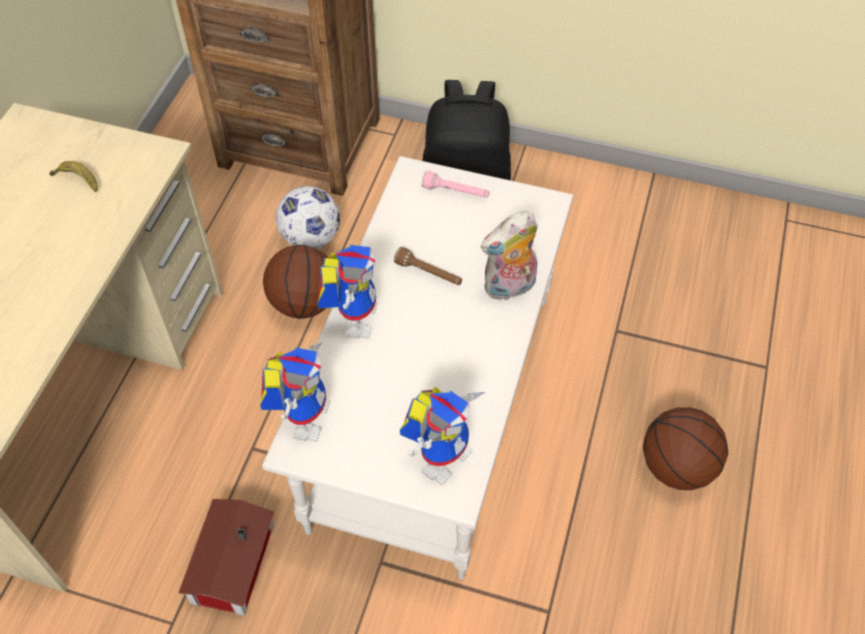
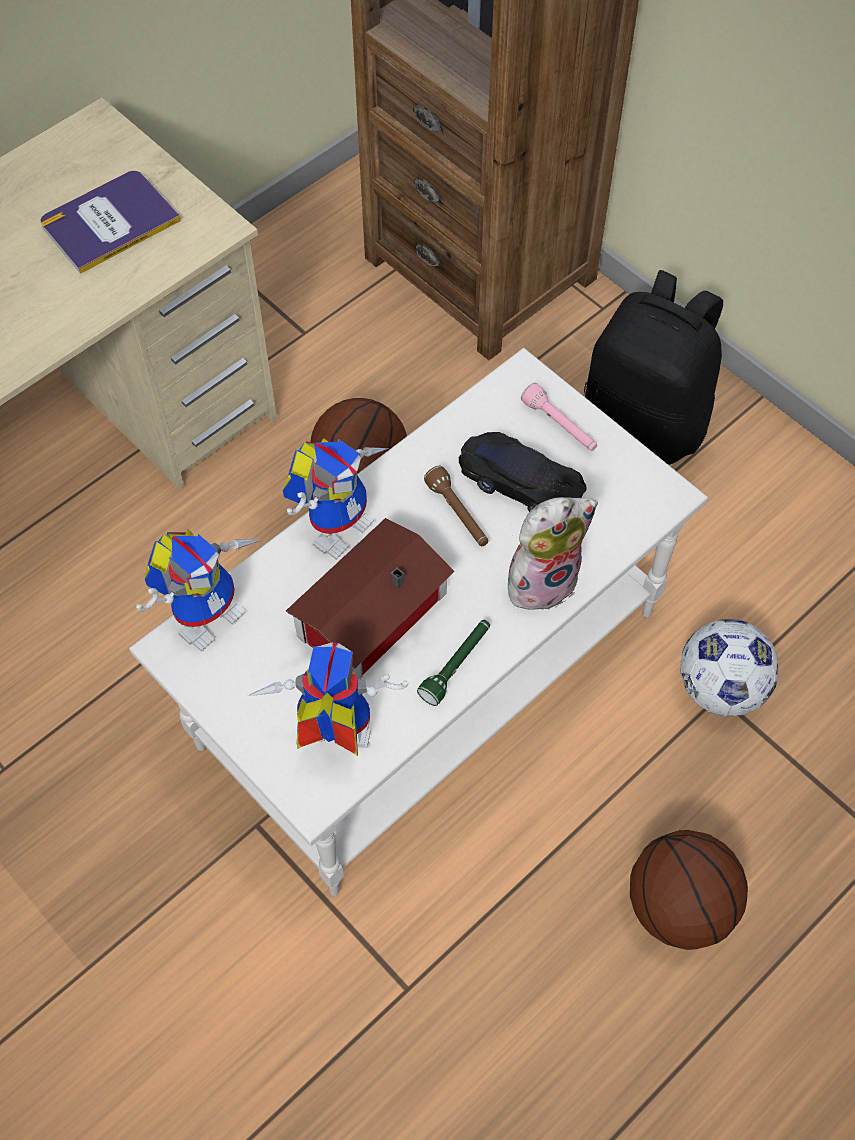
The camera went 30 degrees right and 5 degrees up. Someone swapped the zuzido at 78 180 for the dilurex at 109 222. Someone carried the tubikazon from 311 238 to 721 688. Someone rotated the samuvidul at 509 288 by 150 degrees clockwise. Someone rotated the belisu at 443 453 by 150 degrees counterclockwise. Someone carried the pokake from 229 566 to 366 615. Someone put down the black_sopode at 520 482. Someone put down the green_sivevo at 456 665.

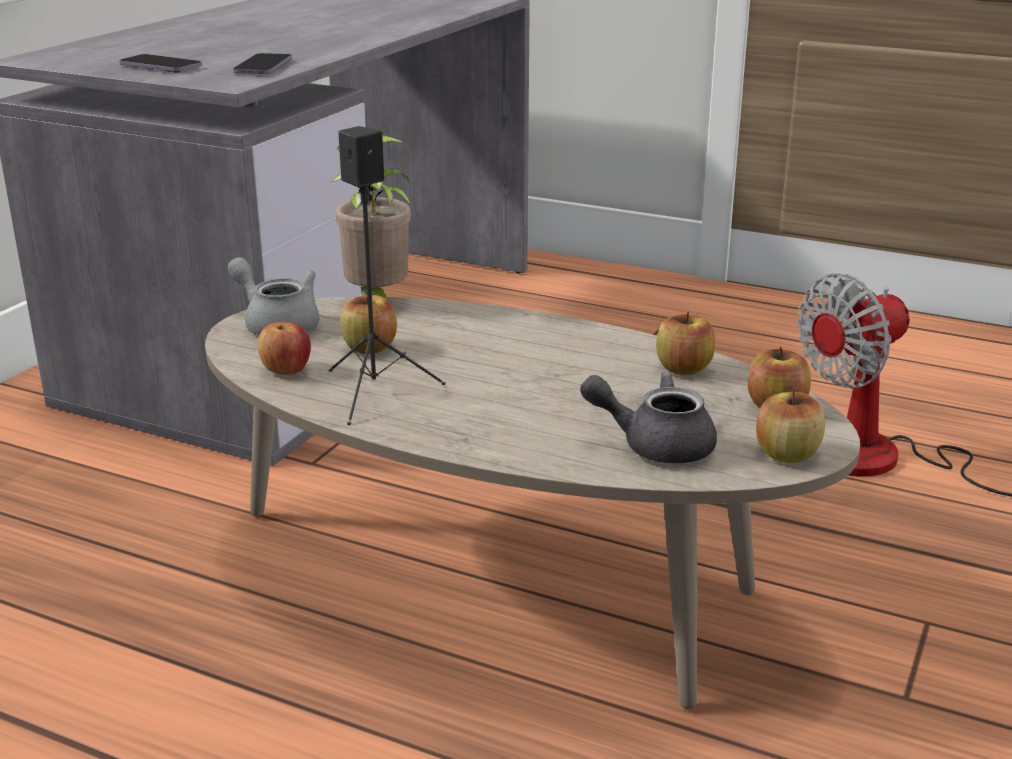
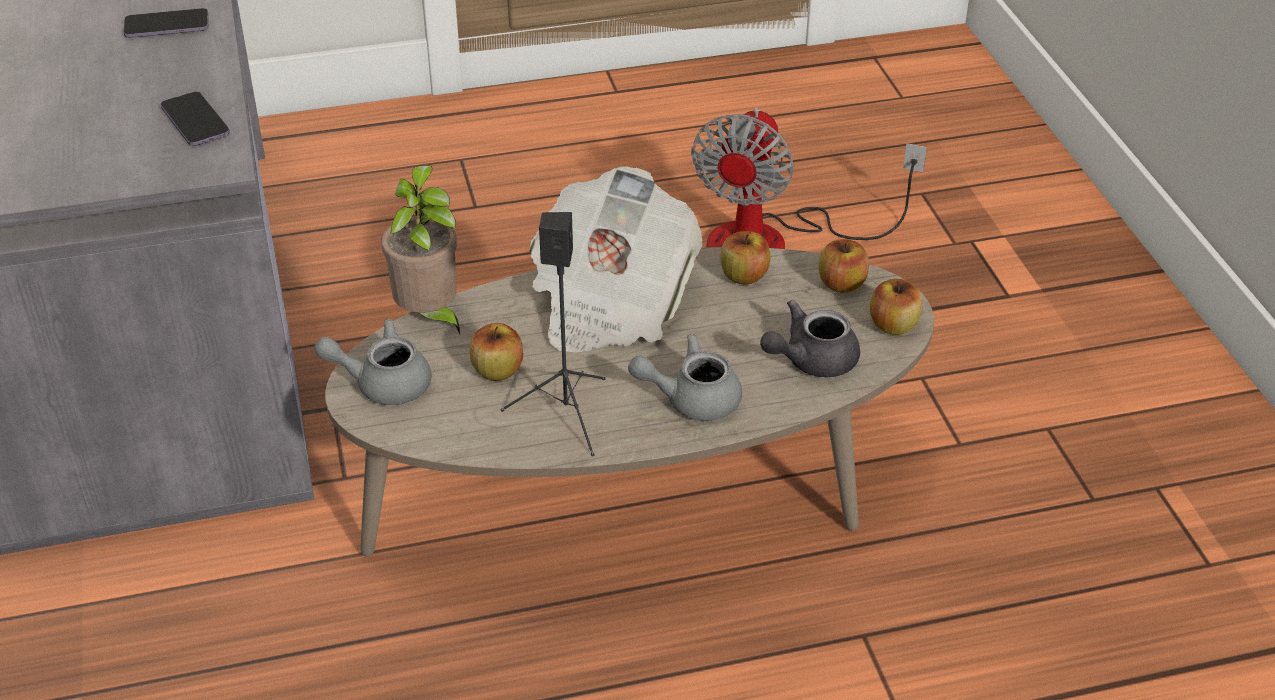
The camera went 40 degrees left and 15 degrees up. Someone carried the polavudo from 160 66 to 167 26. Someone took away the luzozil at 286 371. Someone put down the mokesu at 610 301. Someone put down the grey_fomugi at 691 399.

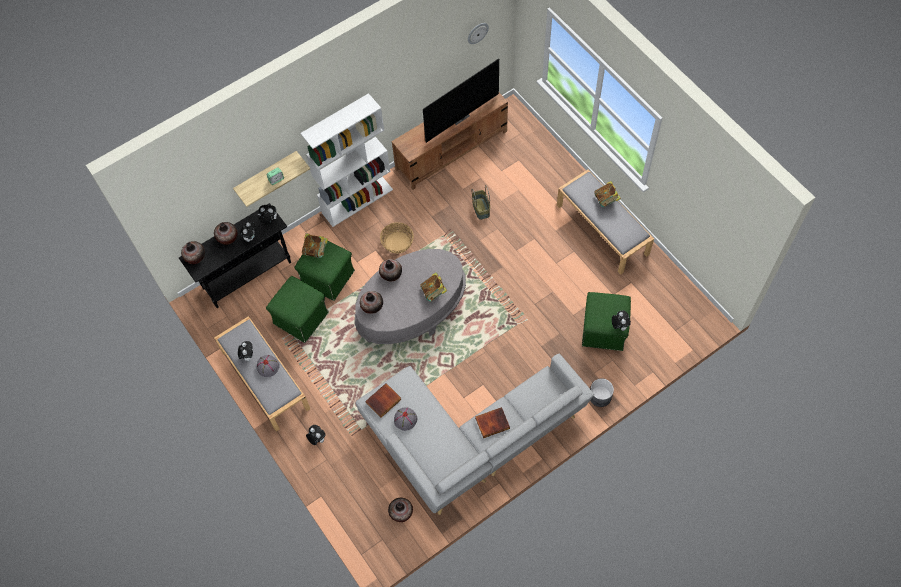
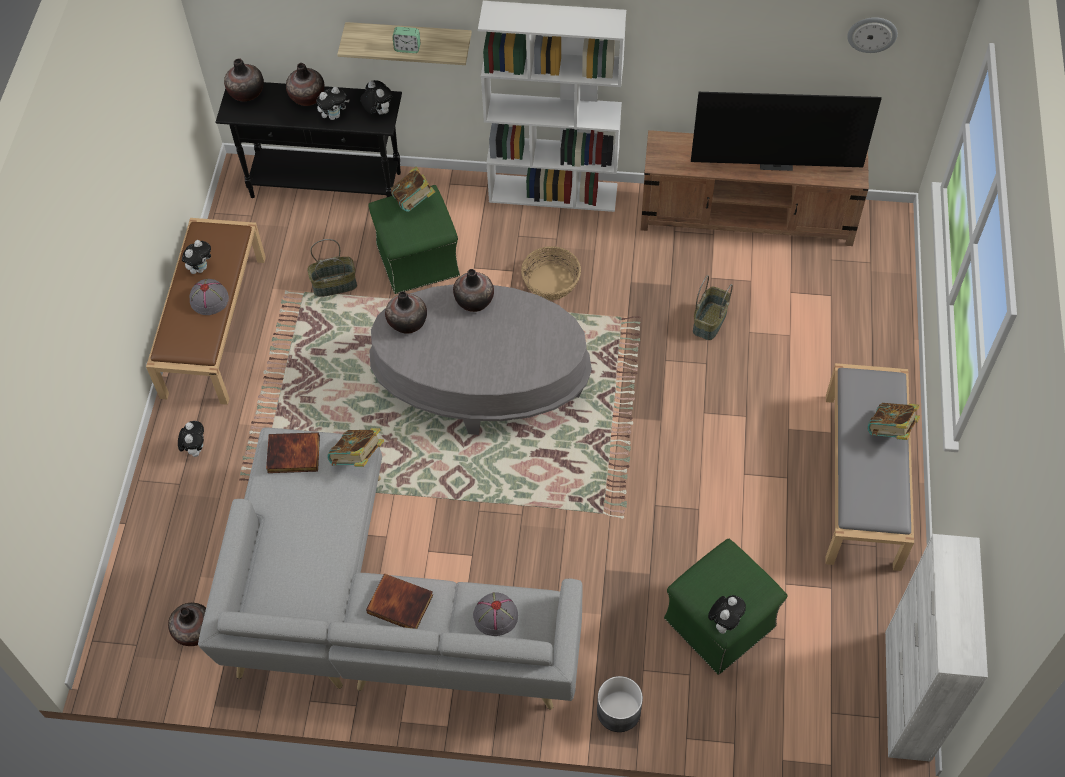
The camera went 40 degrees right and 5 degrees down. Someone carried the dilurex from 434 292 to 357 458. Someone swapped the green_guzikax at 301 317 for the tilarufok at 334 284. Someone repainted the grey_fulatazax at 264 379, which became the brown_fulatazax at 214 324. Someone carried the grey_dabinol from 405 419 to 495 616. Someone put down the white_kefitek at 907 696.

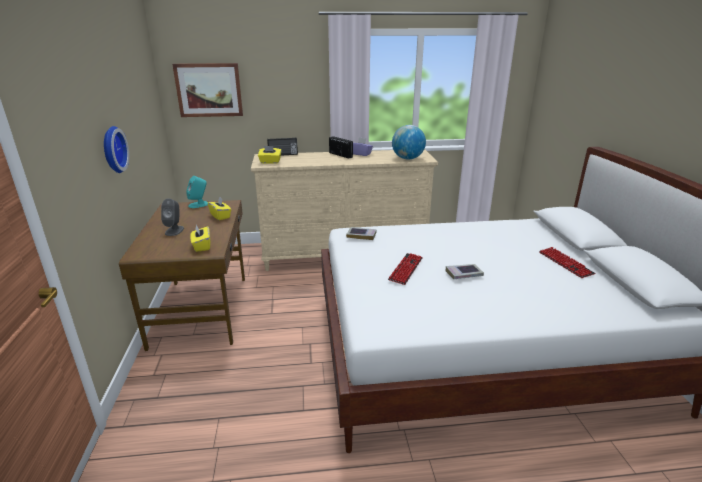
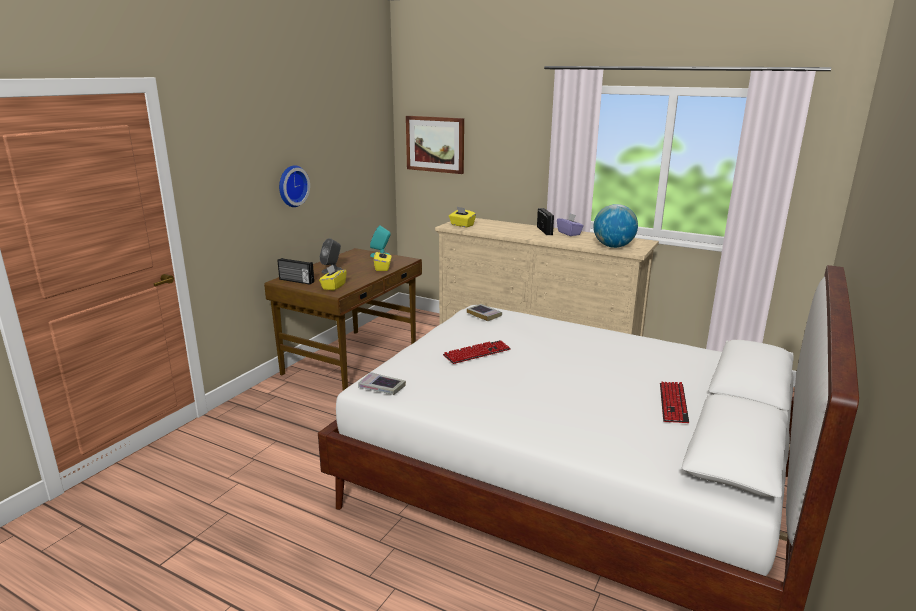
The camera went 35 degrees right and 5 degrees down. Someone carried the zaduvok from 283 154 to 296 281. Someone carried the dilurex from 464 274 to 382 387.

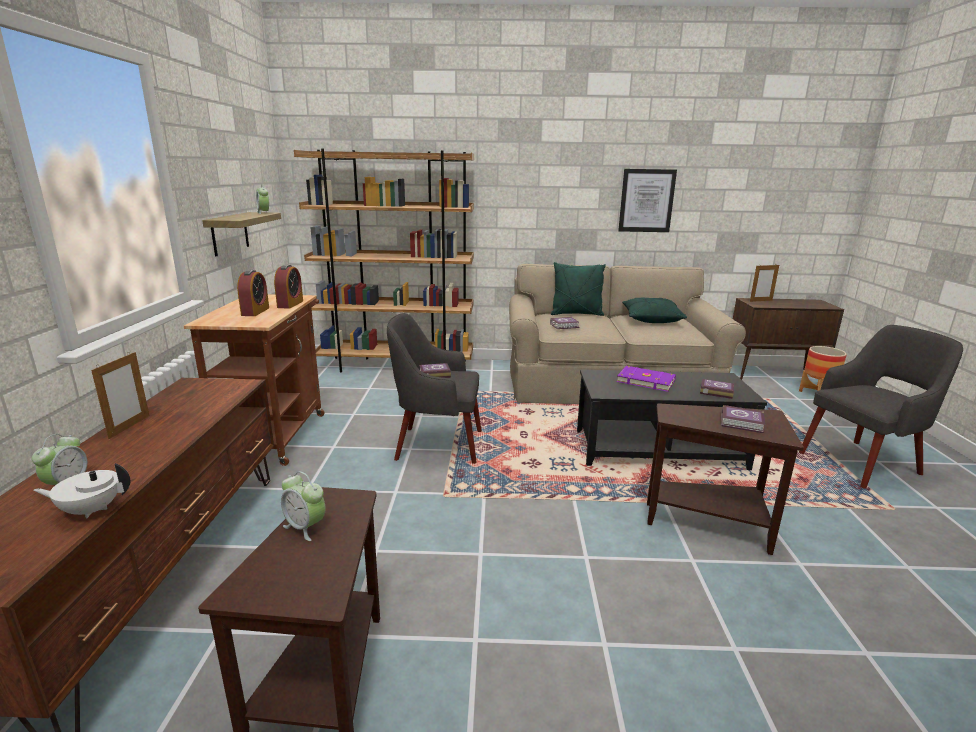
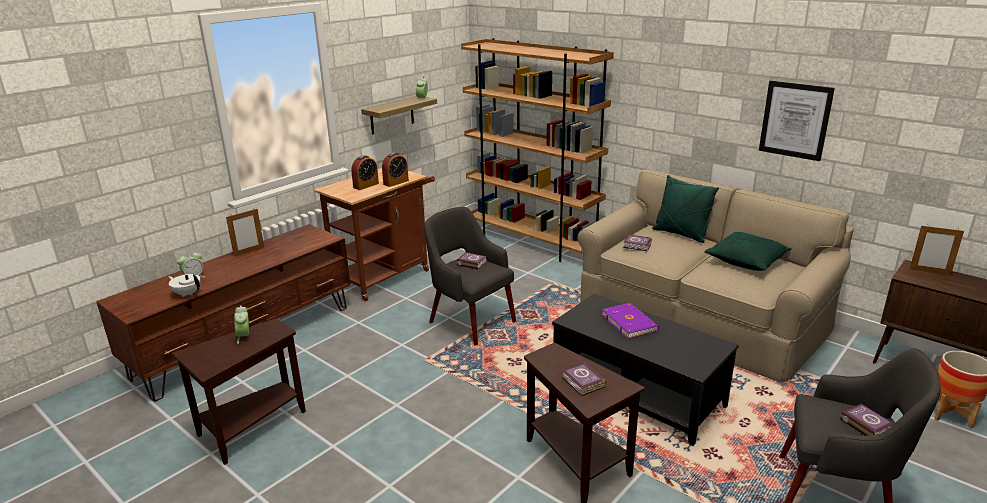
The camera went 40 degrees right and 5 degrees up. Someone carried the dilurex from 715 391 to 865 424.

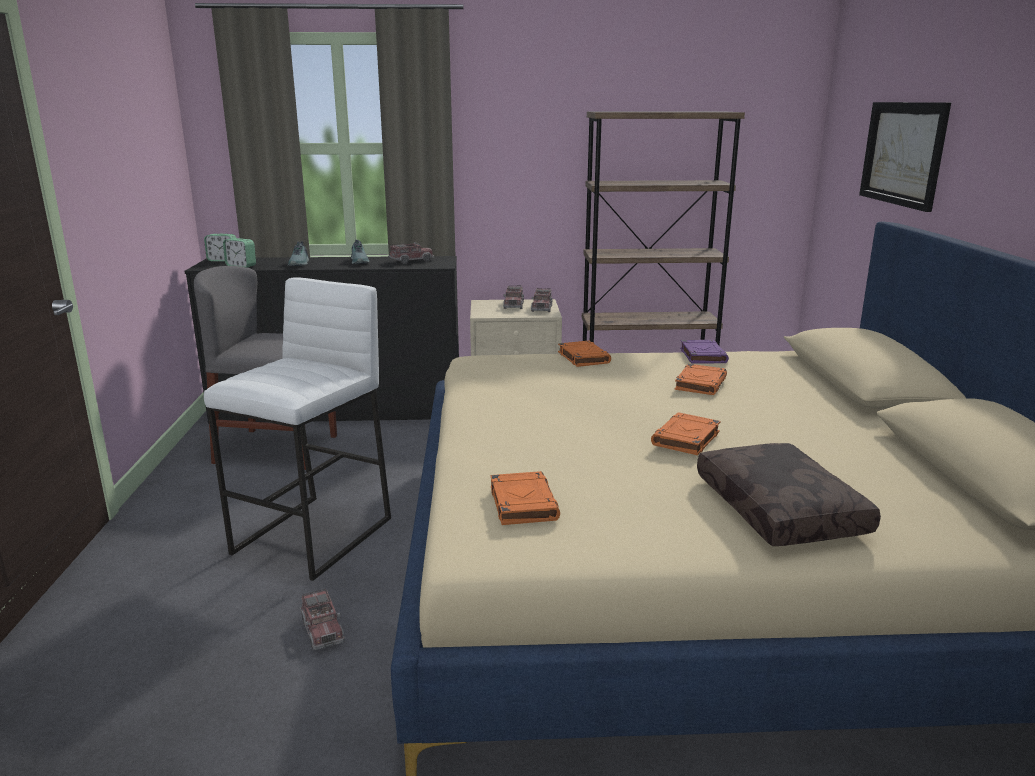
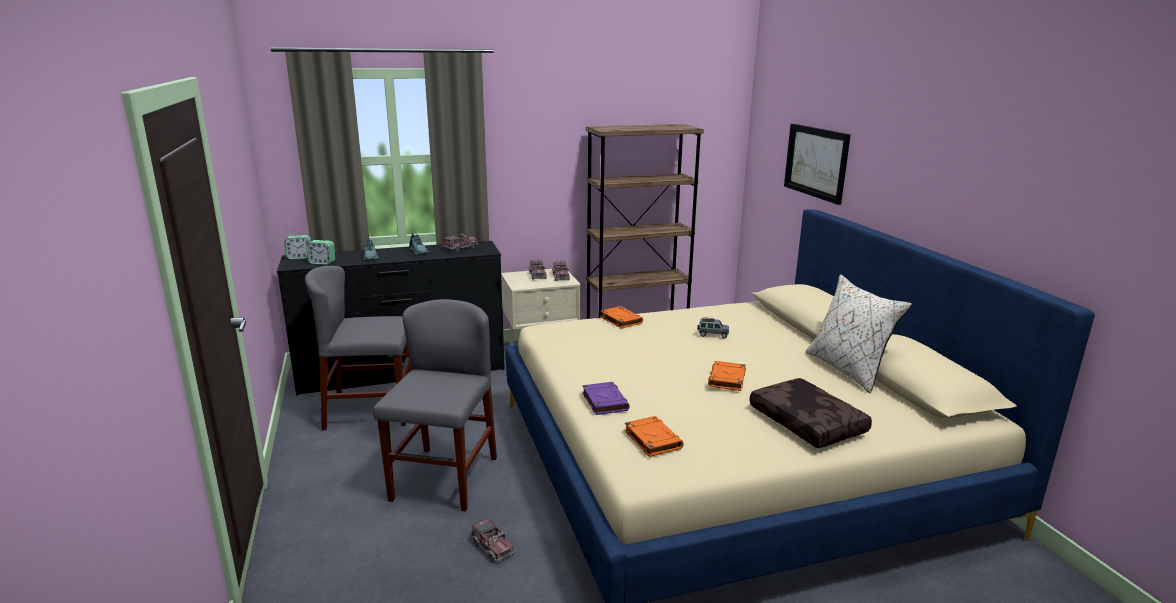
The camera went 15 degrees left and 0 degrees up. Someone swapped the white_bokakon at 314 536 for the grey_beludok at 444 478. Someone carried the purple_dilurex from 702 355 to 604 401. Someone swapped the orange_dilurex at 700 383 for the grey_sopode at 712 335. Someone put down the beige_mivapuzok at 848 370.

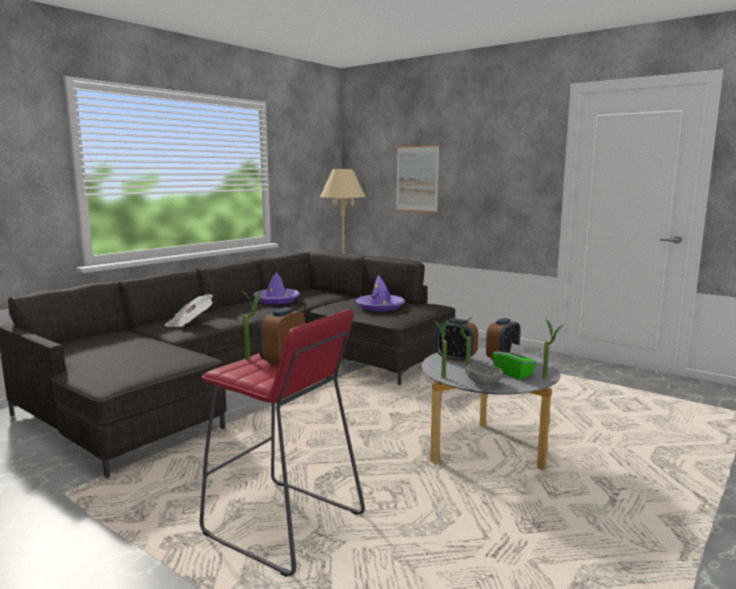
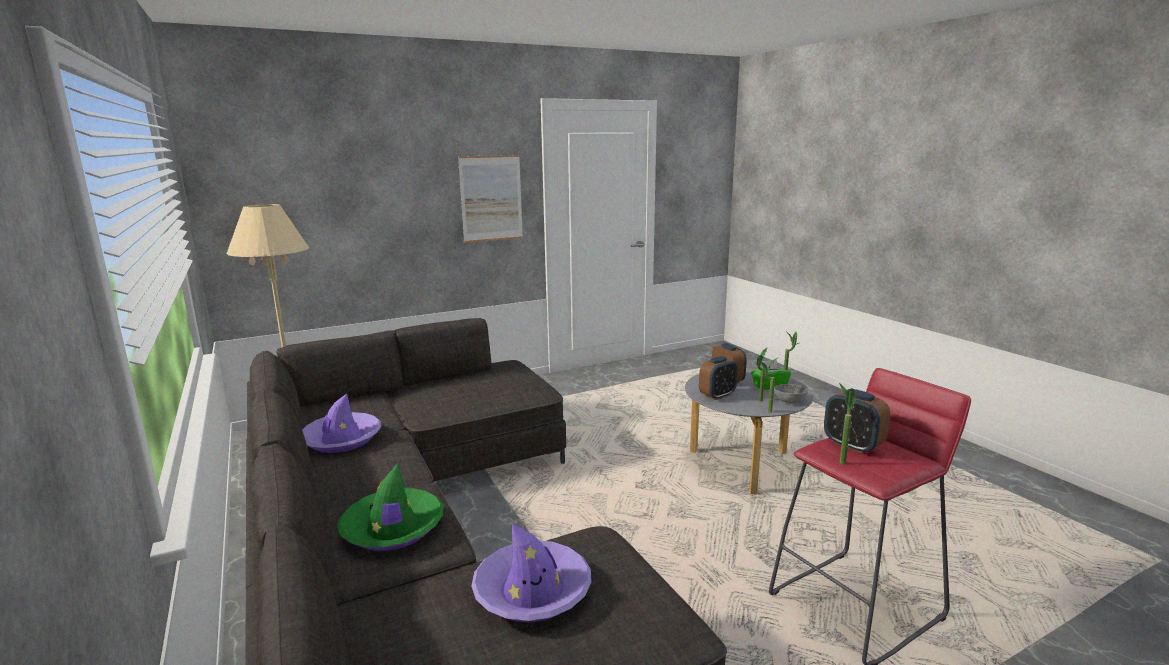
The camera went 65 degrees left and 5 degrees up. Someone carried the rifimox from 417 178 to 491 198. Someone carried the purple_dabinol from 380 307 to 532 591. Someone swapped the mokesu at 190 323 for the green_dabinol at 393 528.

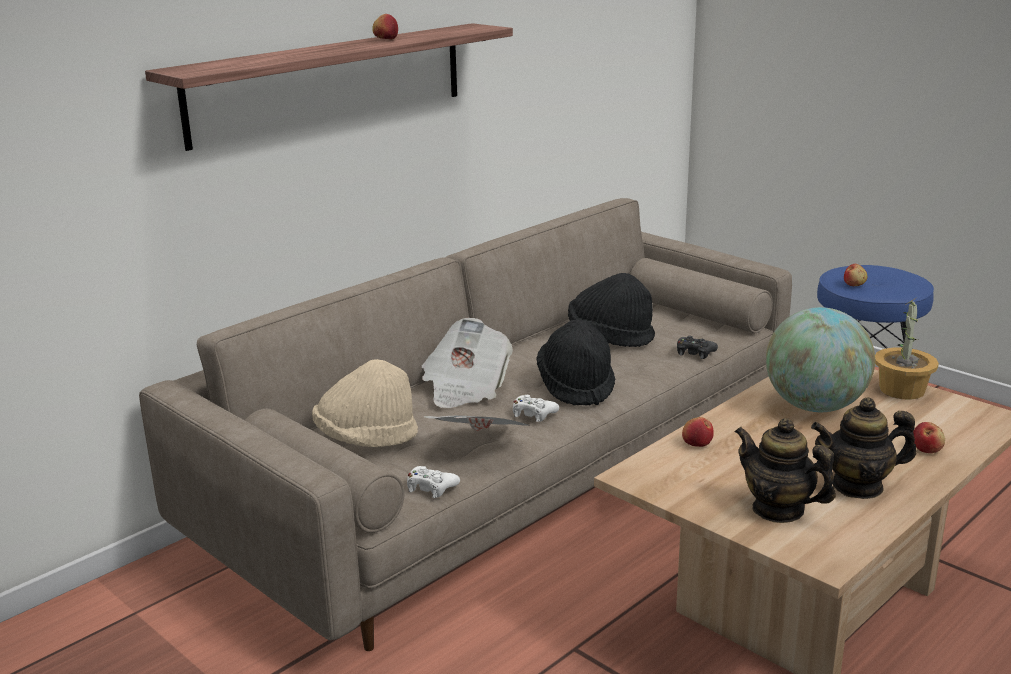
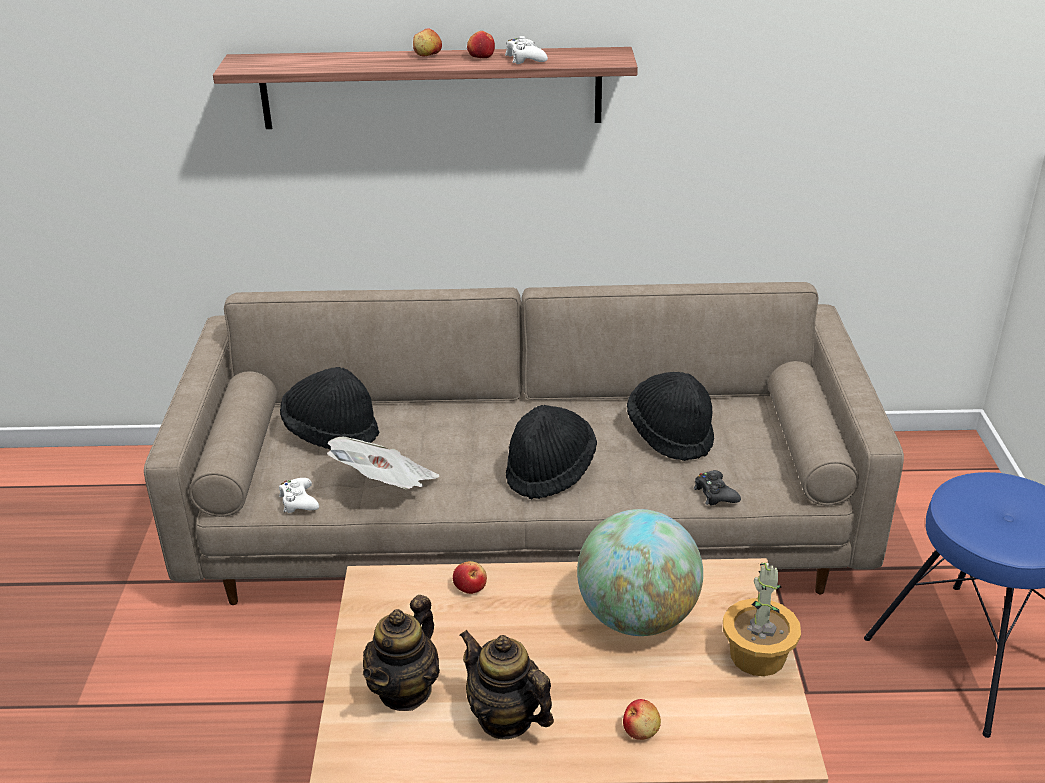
The camera went 45 degrees right and 10 degrees up. Someone carried the luzozil from 854 285 to 427 55. Someone took away the mokesu at 464 387. Someone repainted the beige_dabinol at 366 439, which became the black_dabinol at 331 432. Someone carried the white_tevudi from 533 414 to 525 58. Someone rotated the fomugi at 778 509 by 150 degrees counterclockwise.

